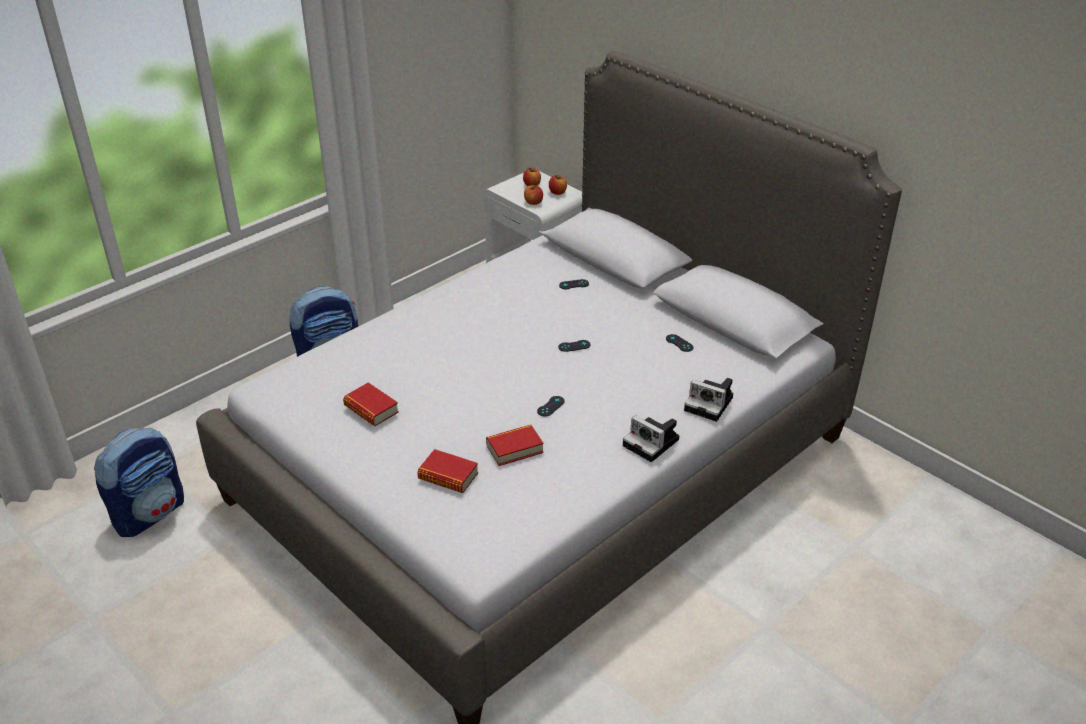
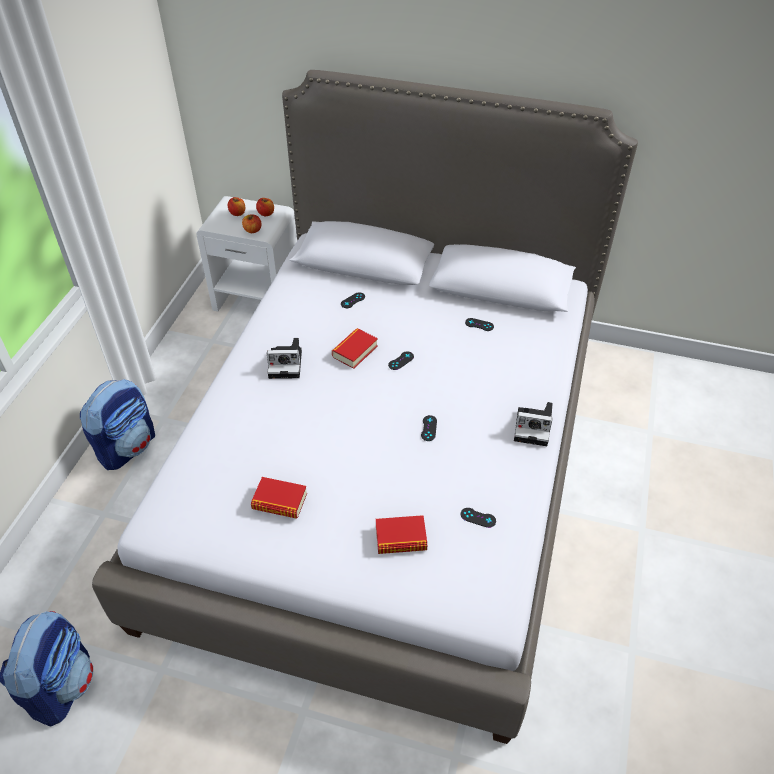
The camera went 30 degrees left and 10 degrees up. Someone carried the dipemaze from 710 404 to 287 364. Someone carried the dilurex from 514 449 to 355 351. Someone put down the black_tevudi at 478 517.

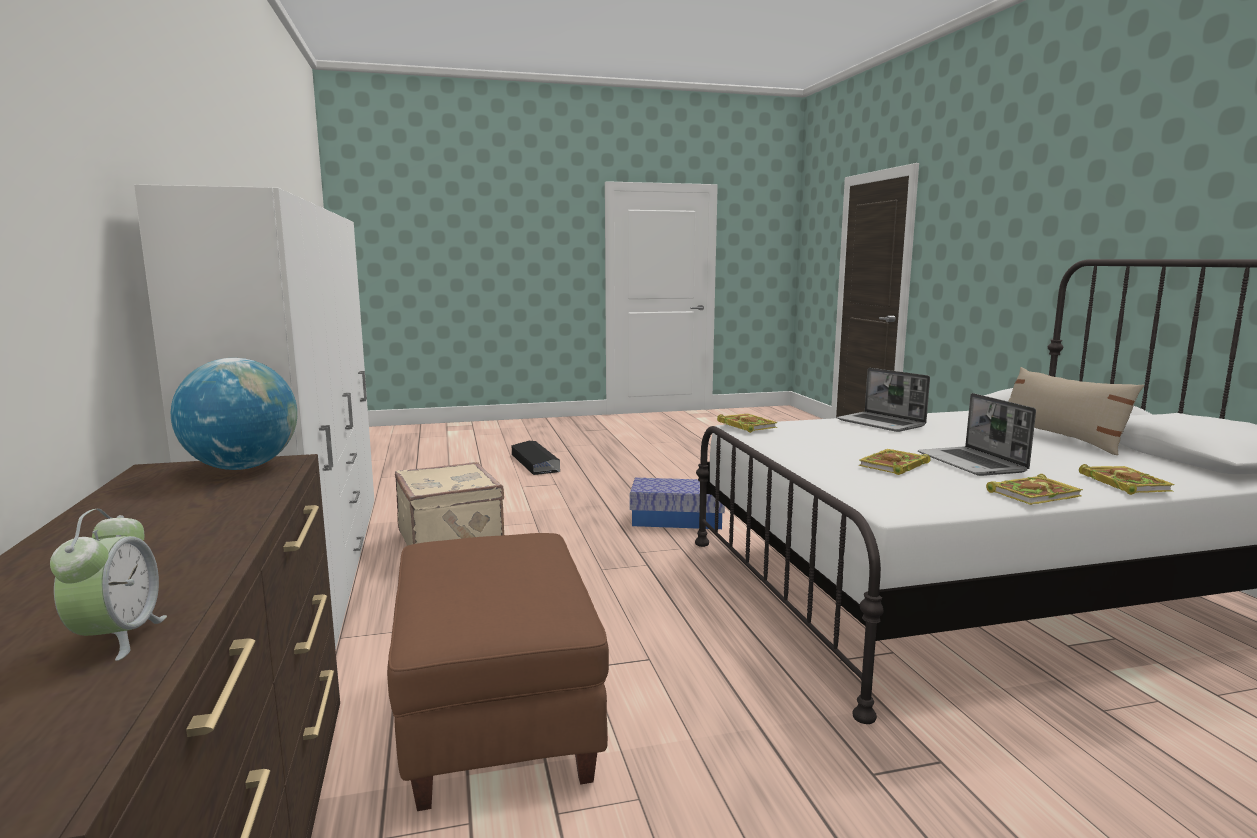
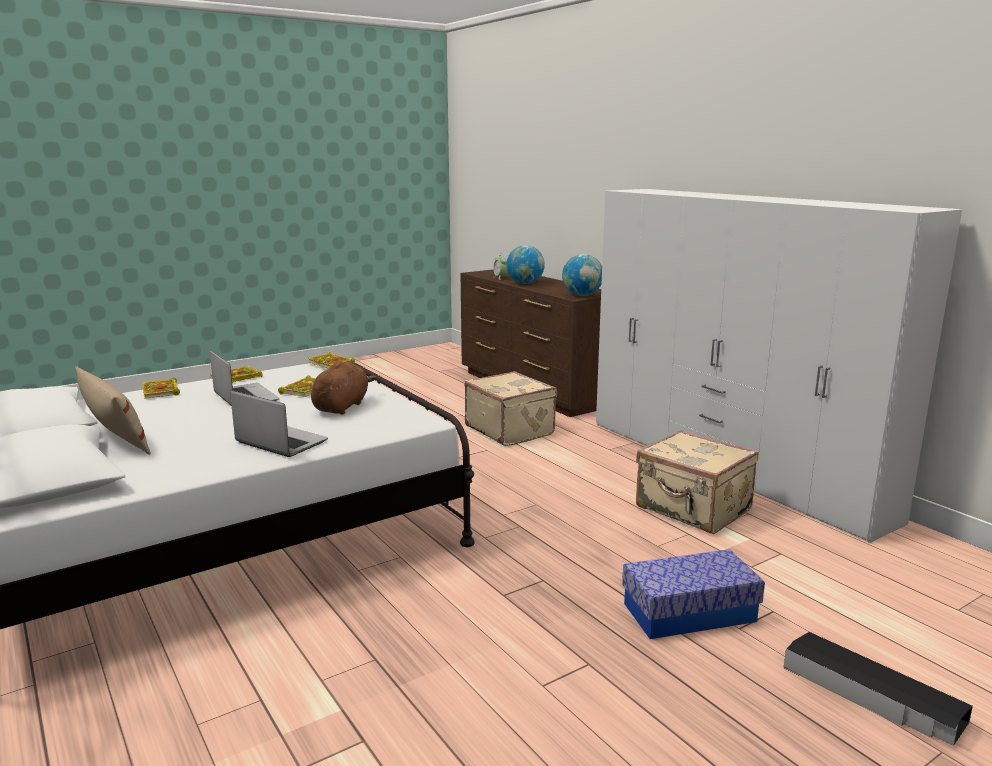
The camera went 160 degrees right and 5 degrees up. Someone carried the dilurex from 745 425 to 331 364. Someone carried the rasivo from 677 519 to 689 612. Someone swapped the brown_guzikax at 499 715 for the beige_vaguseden at 510 430. Someone put down the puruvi at 525 283. Someone put down the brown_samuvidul at 342 406.

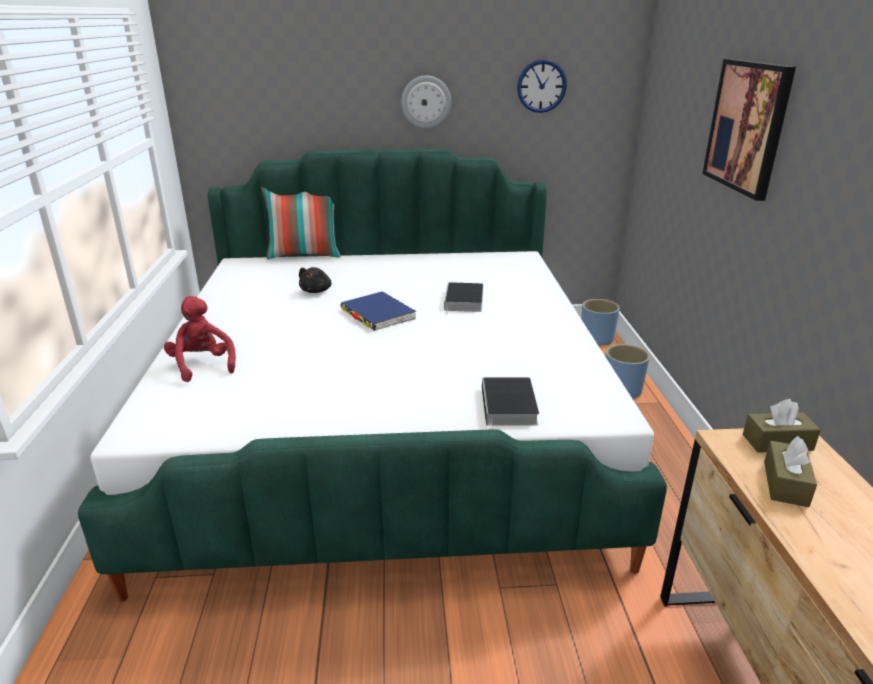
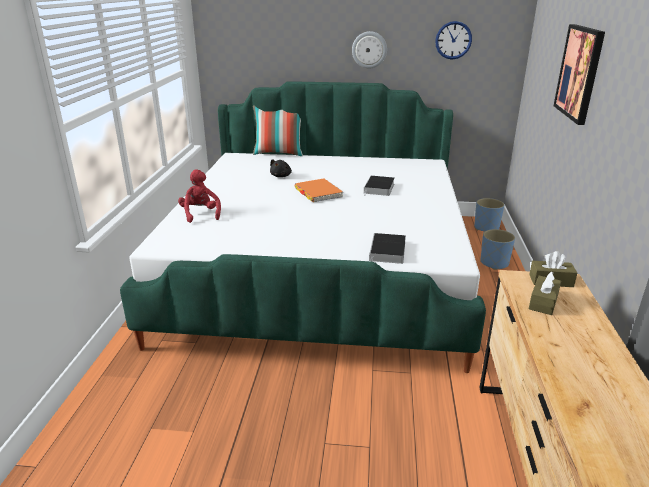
The camera went 10 degrees right and 0 degrees up. Someone repainted the blue_dilurex at 378 314, which became the orange_dilurex at 318 193.

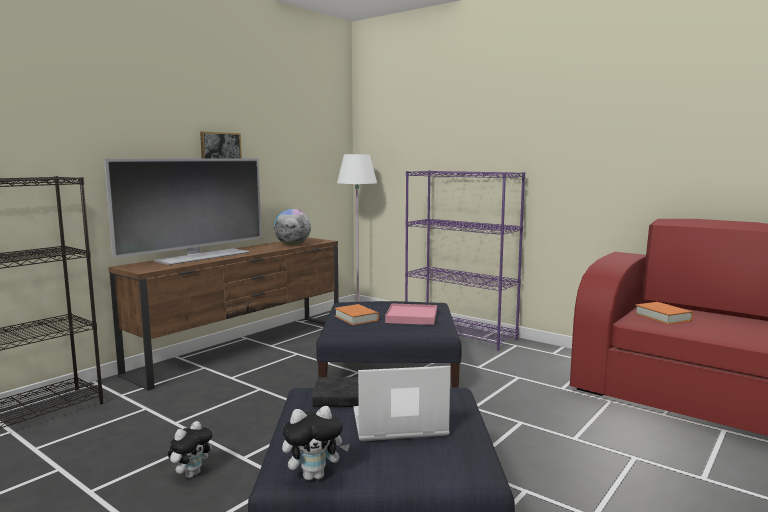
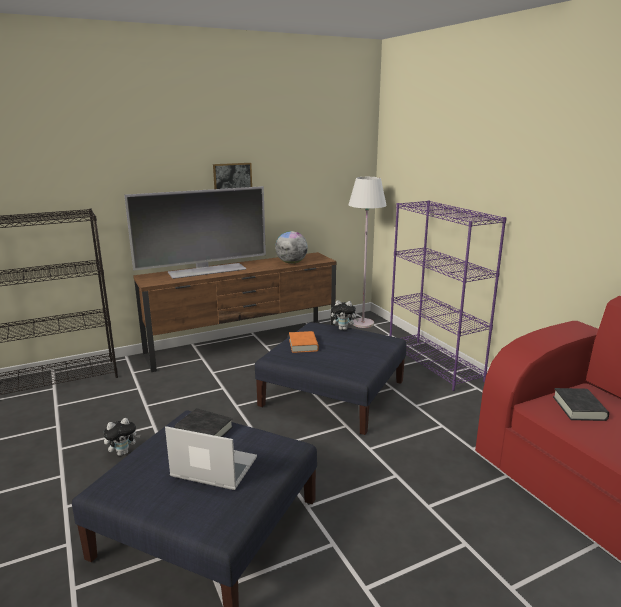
The camera went 25 degrees right and 10 degrees up. Someone repainted the orange_dilurex at 663 317, which became the black_dilurex at 579 408. Someone took away the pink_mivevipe at 411 317. Someone carried the samuvidul from 315 475 to 344 329.

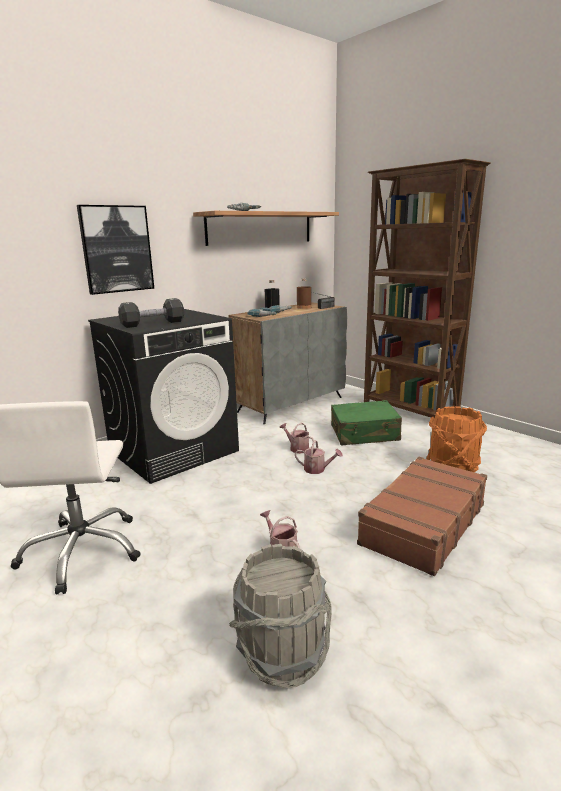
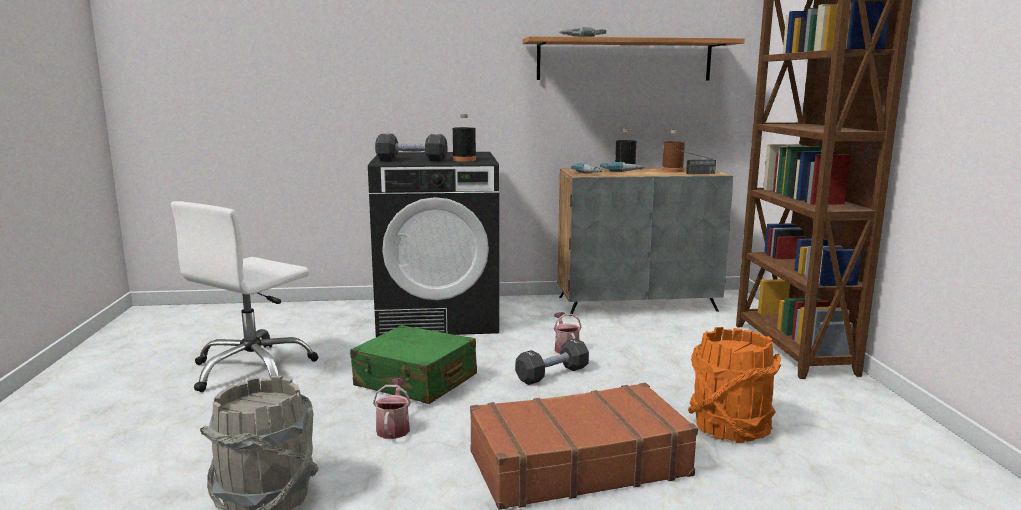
The camera went 35 degrees right and 5 degrees down. Someone took away the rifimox at 116 249. Someone carried the green_vaguseden from 364 433 to 415 381. Someone swapped the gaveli at 317 469 for the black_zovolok at 552 374. Someone put down the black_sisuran at 464 160.

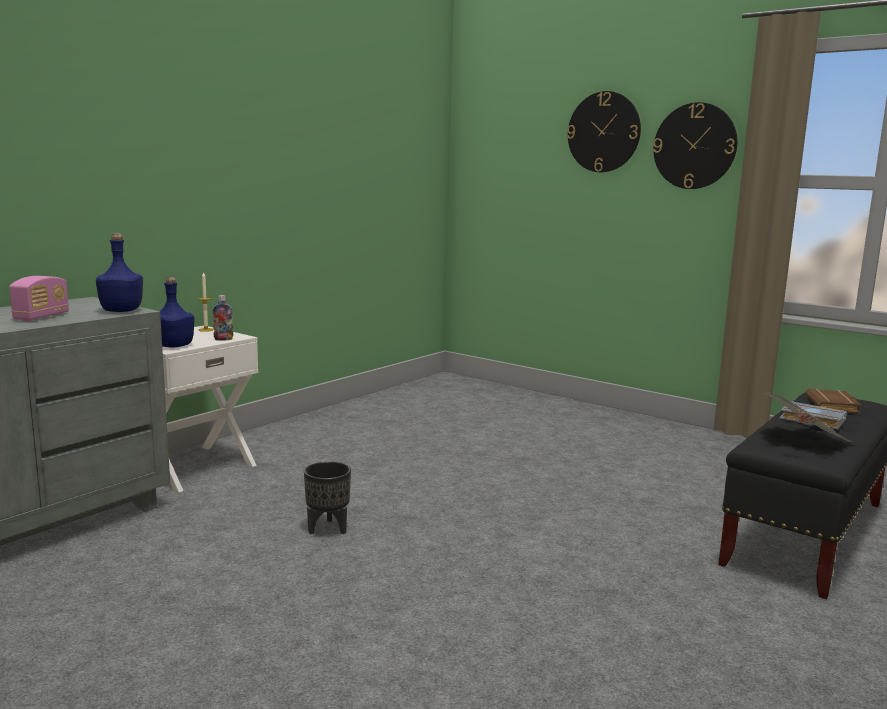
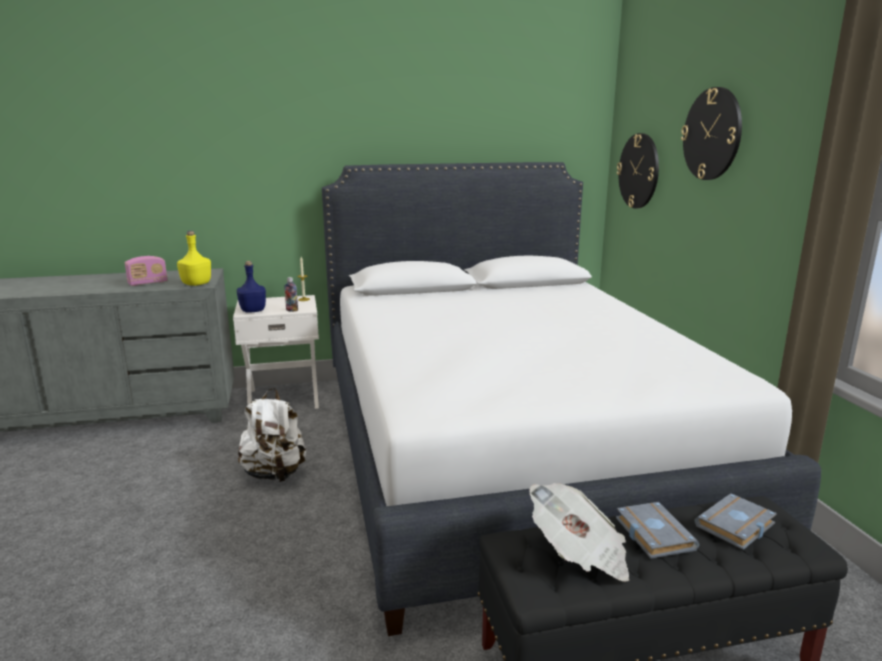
The camera went 40 degrees right and 5 degrees up. Someone carried the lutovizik from 694 146 to 639 171. Someone repainted the blue_sisuran at 121 311, which became the yellow_sisuran at 196 284. Someone repainted the brown_dilurex at 834 406, which became the grey_dilurex at 736 527. Someone swapped the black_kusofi at 328 528 for the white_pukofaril at 275 474. Someone put down the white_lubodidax at 506 452.

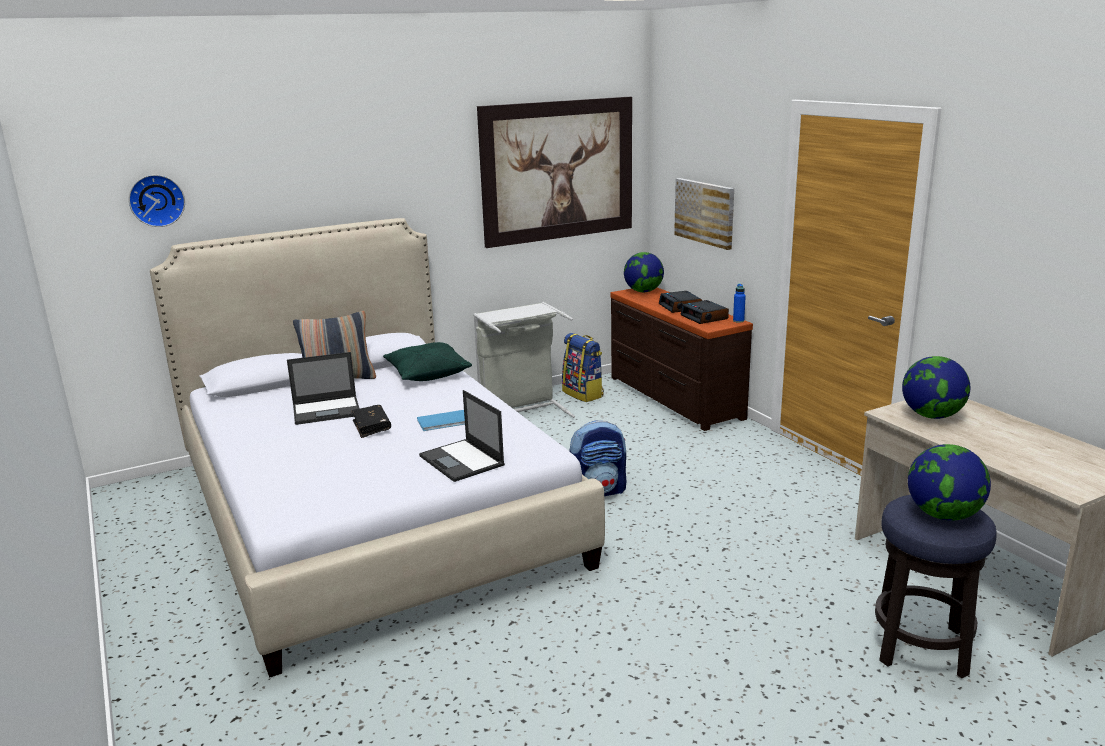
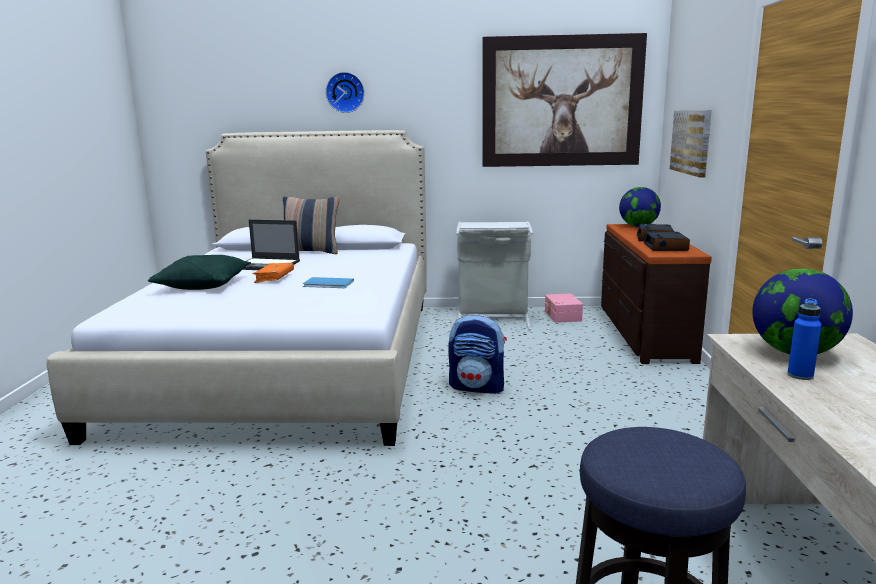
The camera went 30 degrees right and 5 degrees down. Someone carried the lutovizik from 156 200 to 345 92. Someone carried the blue_sisuran from 738 321 to 800 375. Someone swapped the pukofaril at 583 394 for the pink_rasivo at 562 316. Someone carried the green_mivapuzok from 427 374 to 203 285. Someone took away the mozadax at 462 461. Someone repainted the black_dilurex at 371 426, which became the orange_dilurex at 274 278. Someone took away the puruvi at 943 515.

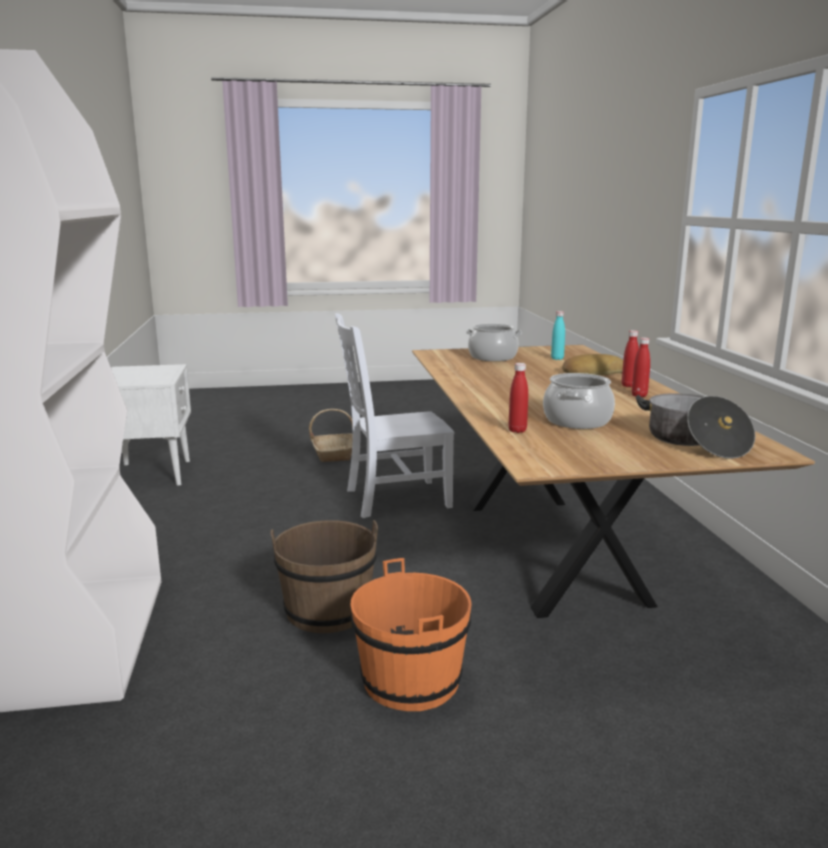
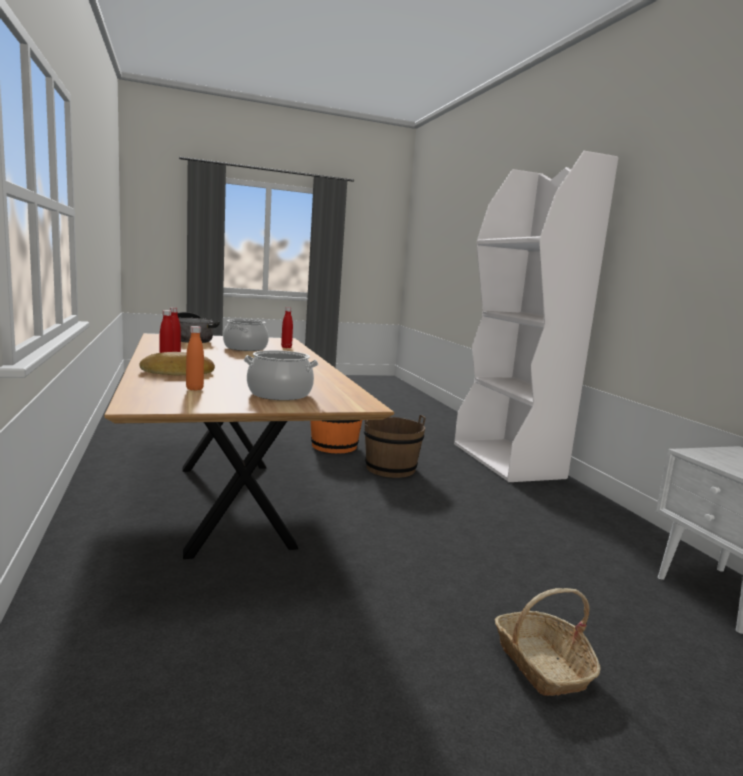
The camera went 170 degrees right and 5 degrees down. Someone repainted the turquoise_sisuran at 557 358, which became the orange_sisuran at 194 389. Someone took away the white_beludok at 394 498.

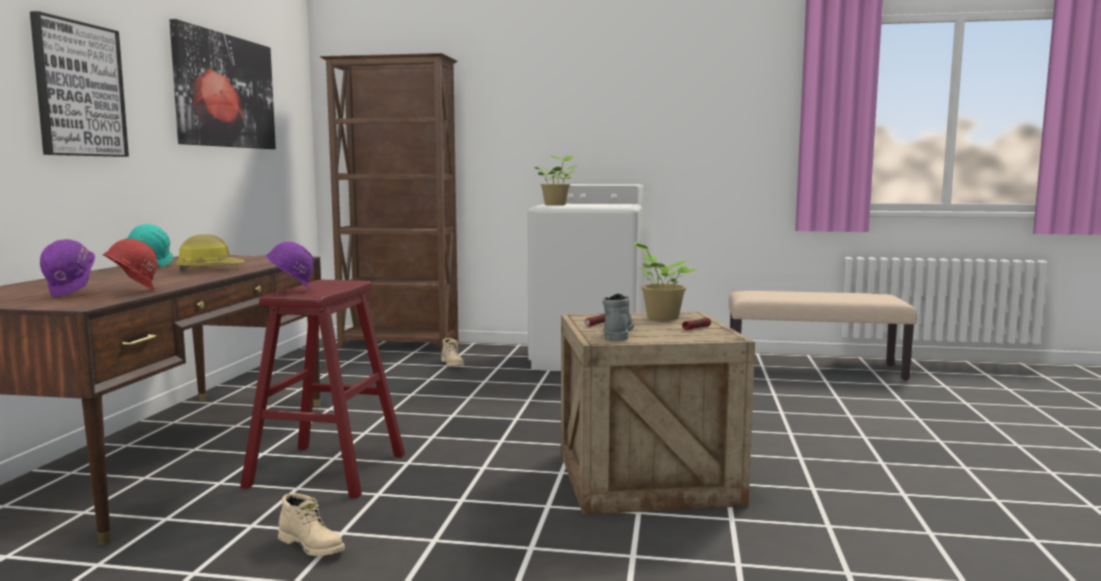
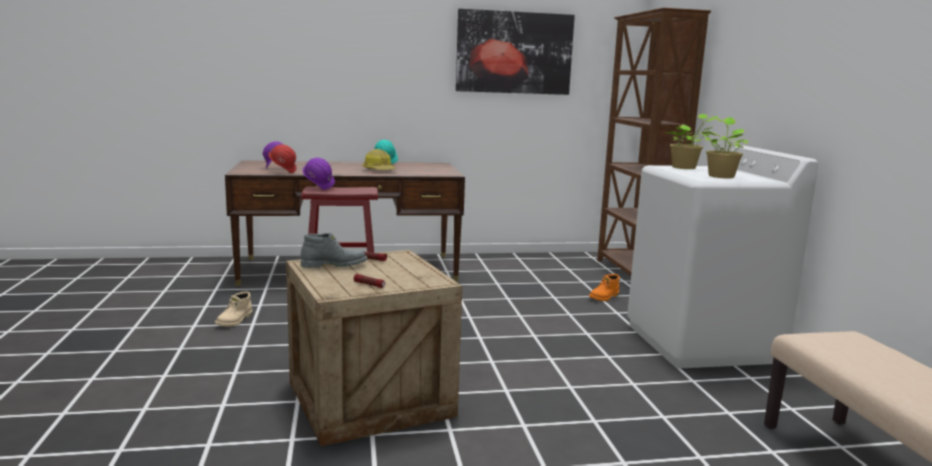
The camera went 70 degrees right and 5 degrees up. Someone took away the rifimox at 79 89. Someone carried the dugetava from 660 317 to 721 176. Someone repainted the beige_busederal at 453 364, which became the orange_busederal at 604 297.

